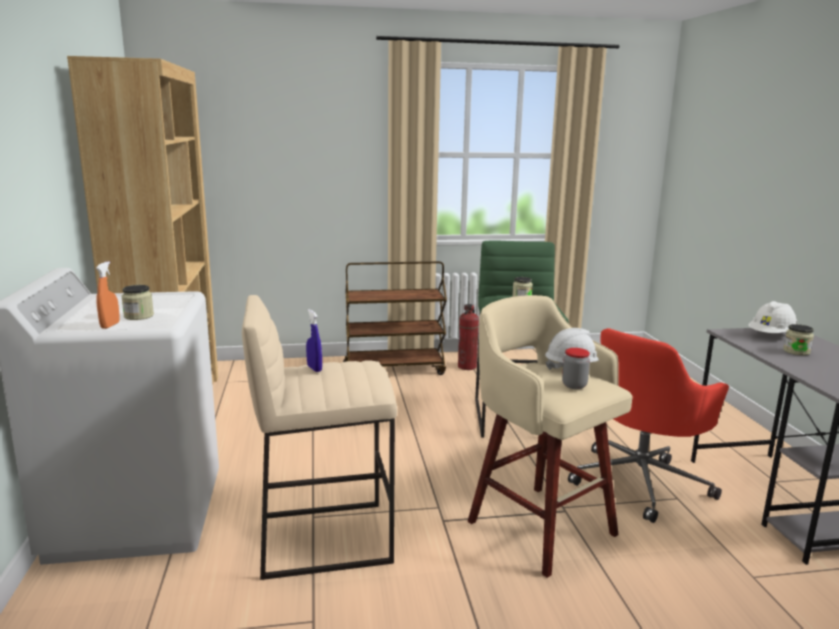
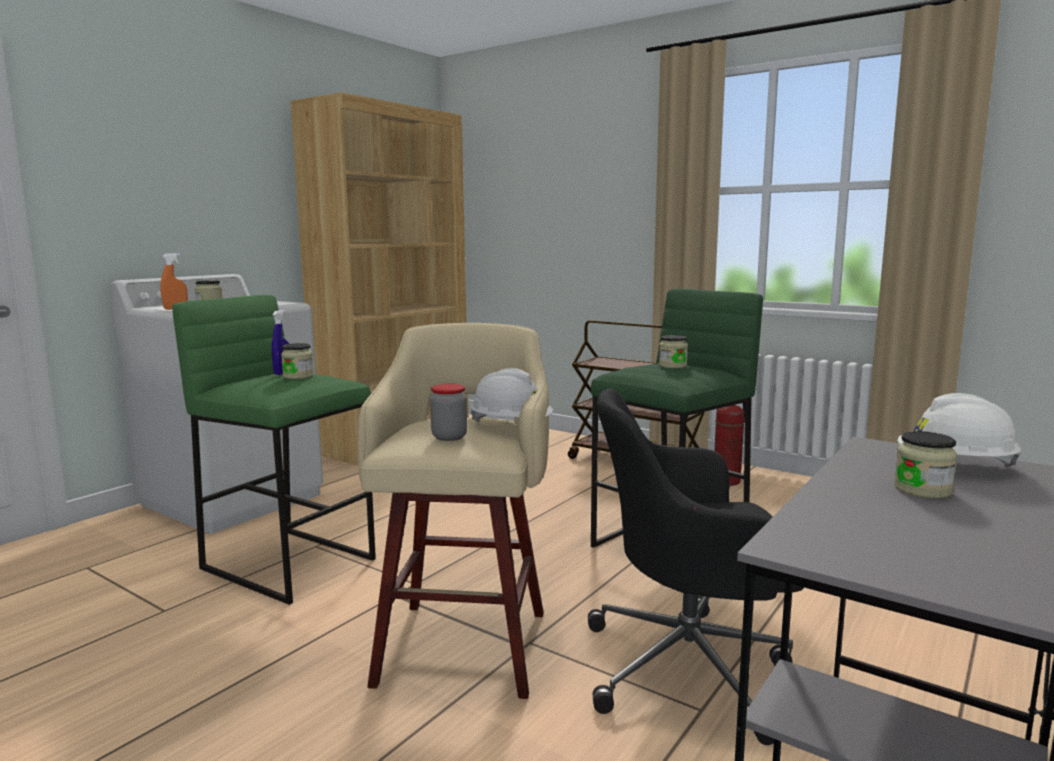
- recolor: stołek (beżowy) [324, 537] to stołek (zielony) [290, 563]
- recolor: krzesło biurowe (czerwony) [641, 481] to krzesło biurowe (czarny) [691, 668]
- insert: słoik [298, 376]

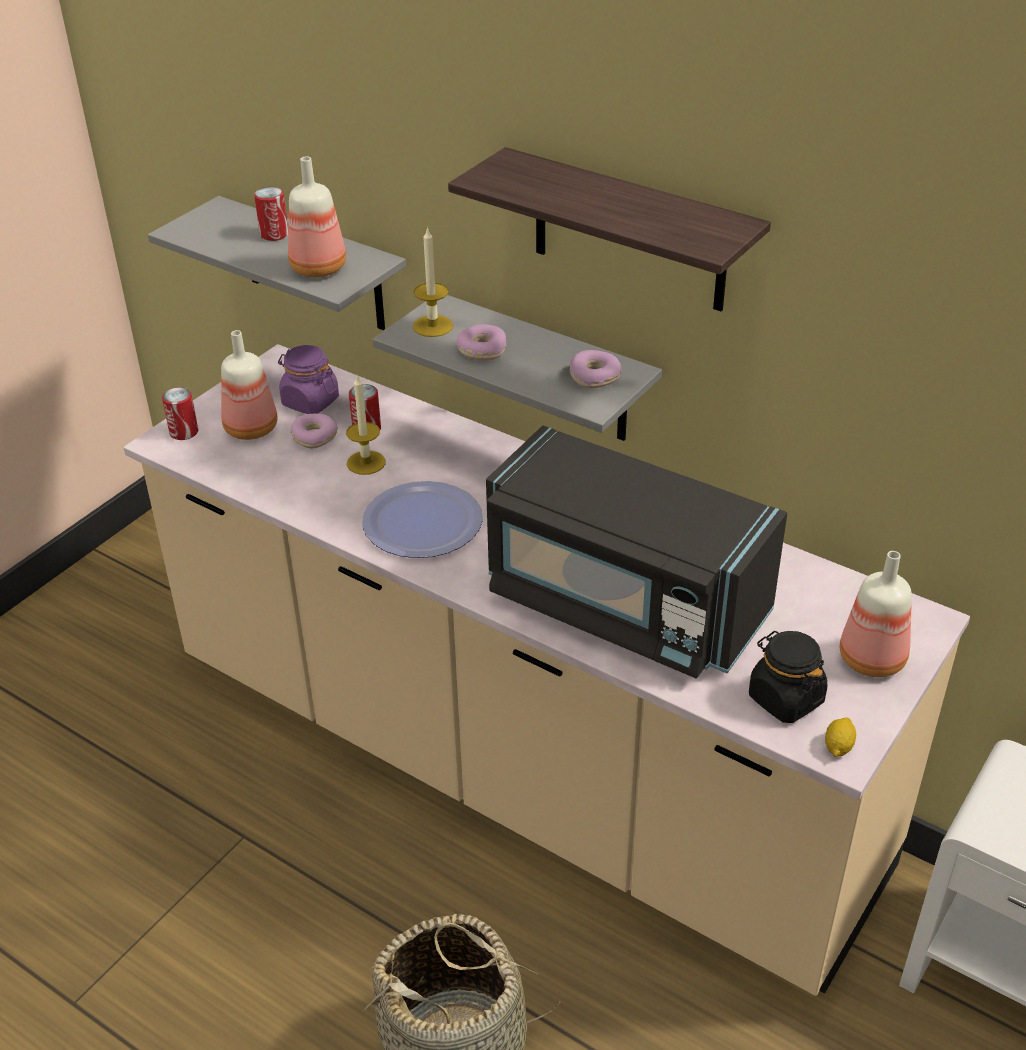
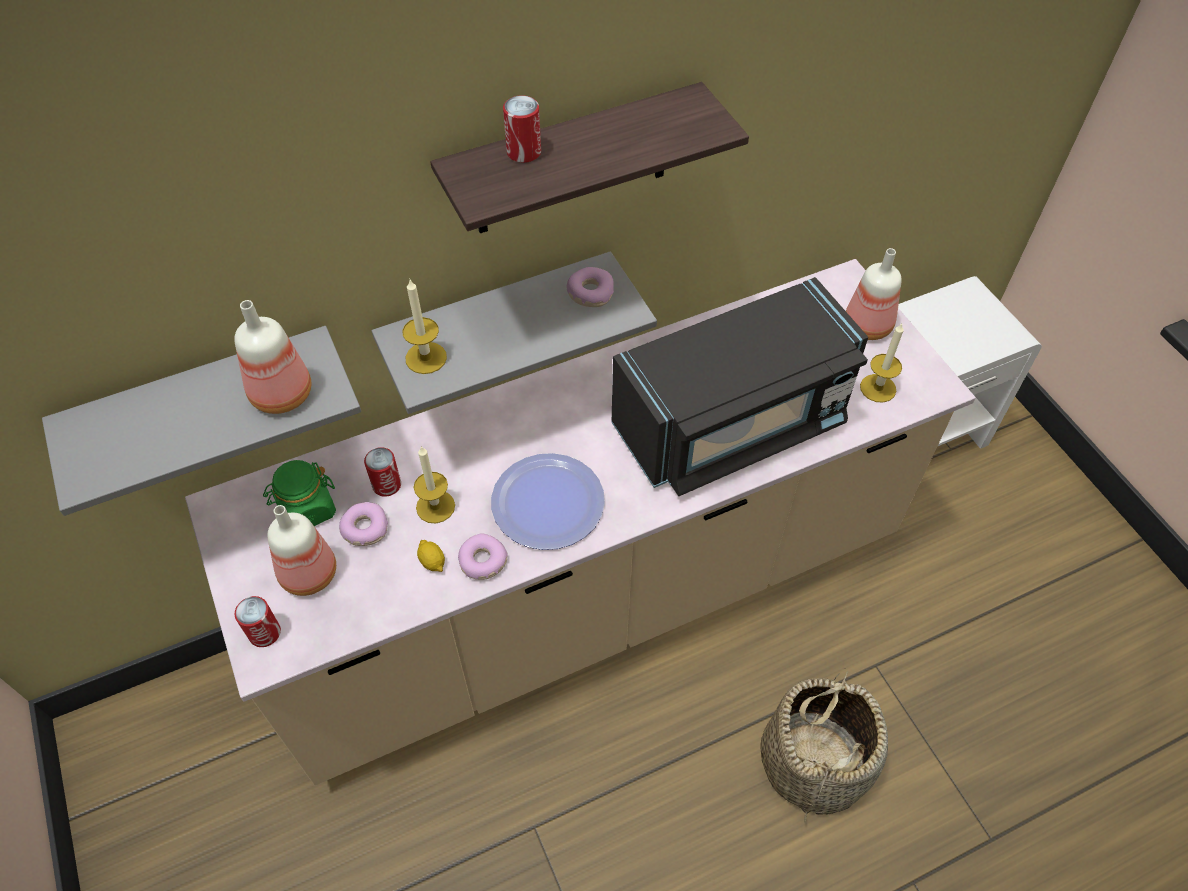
- move: puszka [274, 234] to [524, 152]
- recolor: słoik (fioletowy) [310, 401] to słoik (zielony) [307, 509]
- move: donut [481, 350] to [482, 561]
- replace: słoik (czarny) [785, 699] to świeca [878, 388]
- move: cytryna [838, 746] to [432, 562]

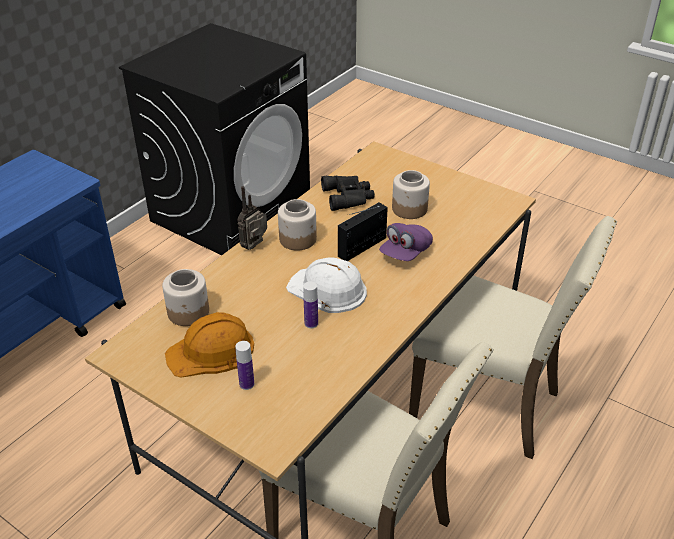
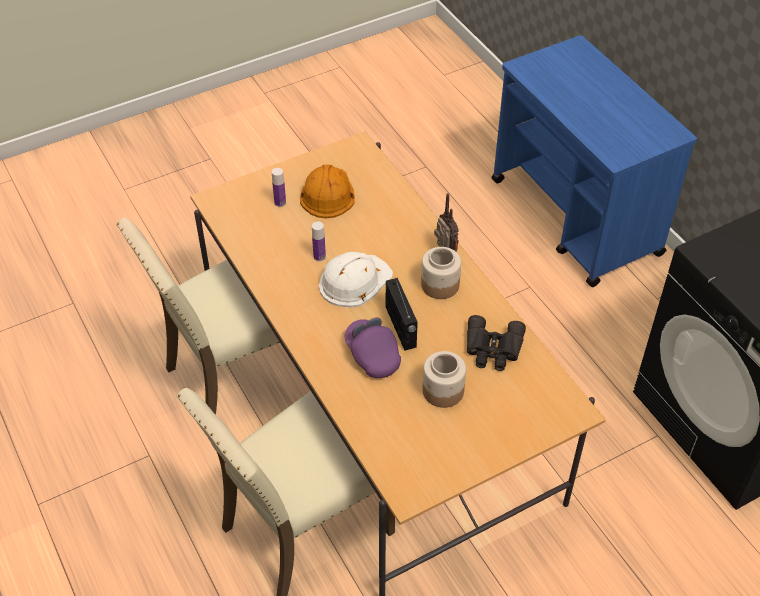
- delete: słoik [188, 312]

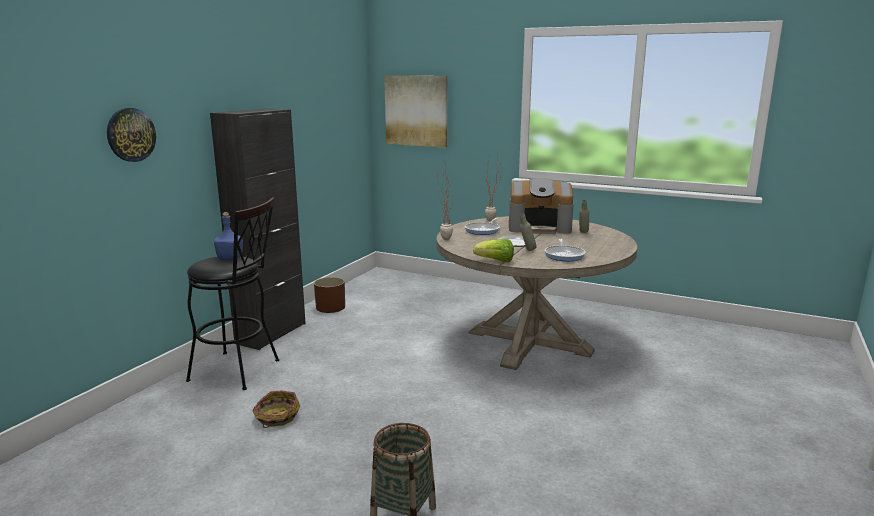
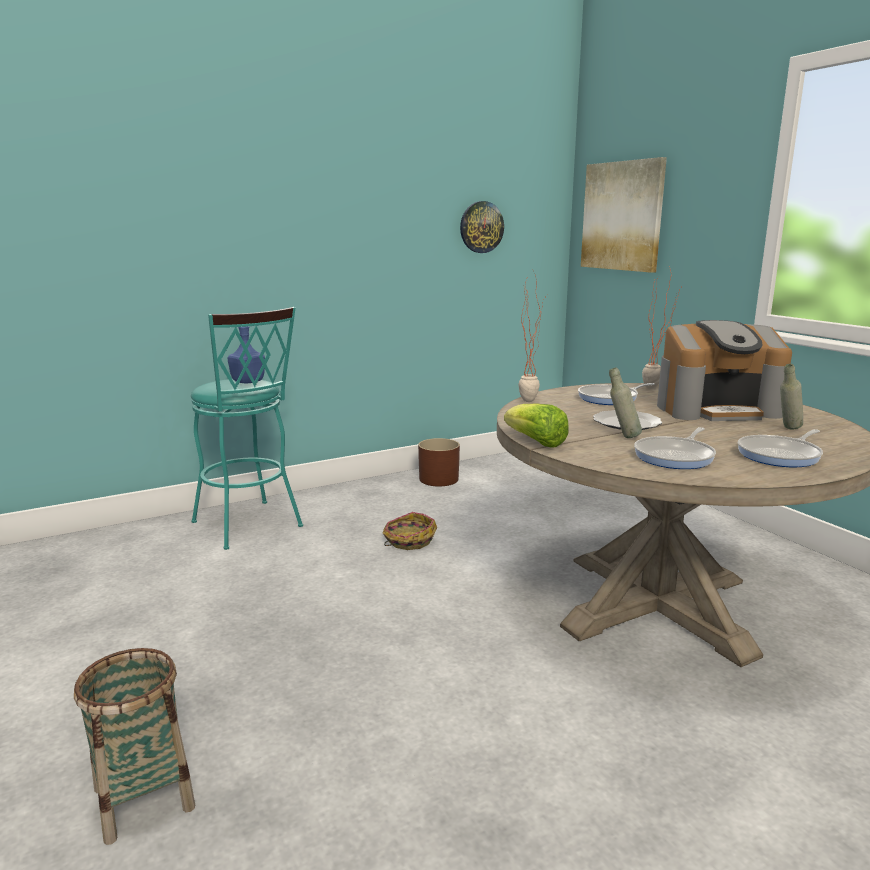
- move: zegar ścienny [131, 135] to [481, 227]
- recolor: stołek (czarny) [241, 371] to stołek (turkusowy) [251, 527]
- delete: szafka (czarny) [271, 333]
- move: koszyk [277, 417] to [408, 541]
- rotate: ekspres do kawy [539, 228] = [717, 409] 45 degrees counterclockwise
- insert: patelnia [781, 455]

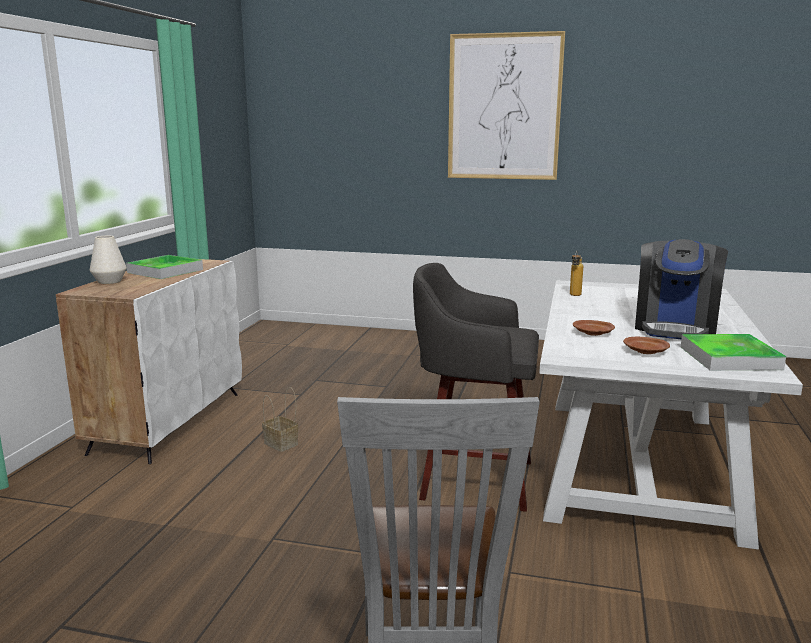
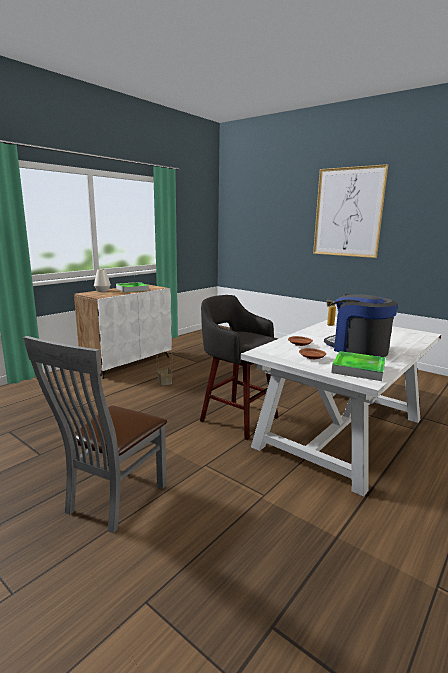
- rotate: ekspres do kawy [675, 327] = [357, 349] 90 degrees clockwise

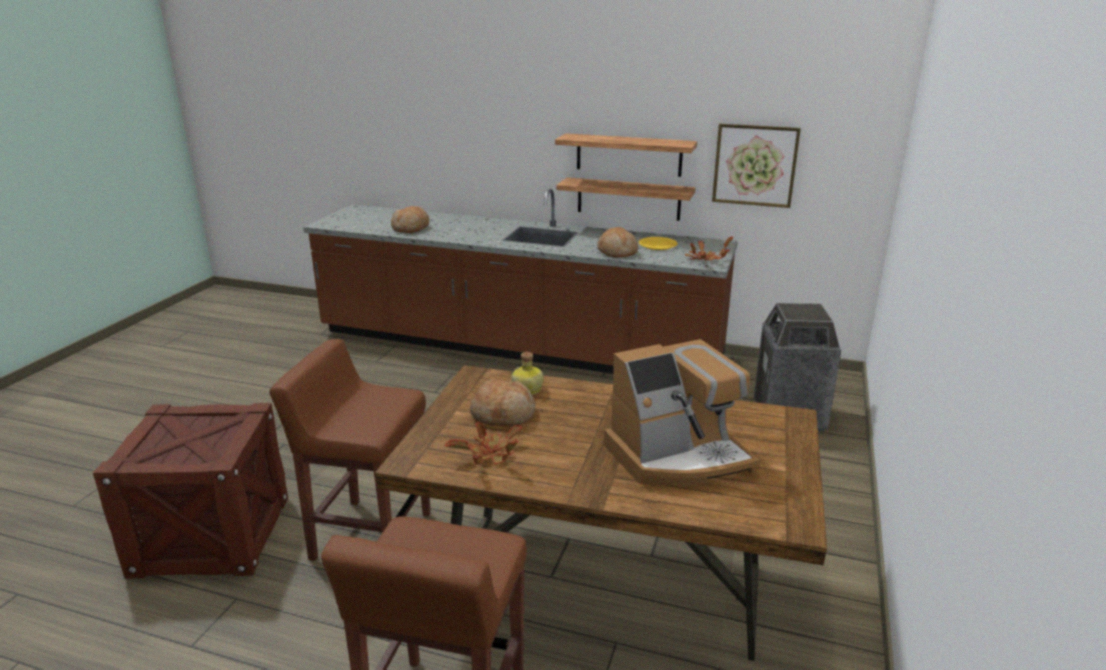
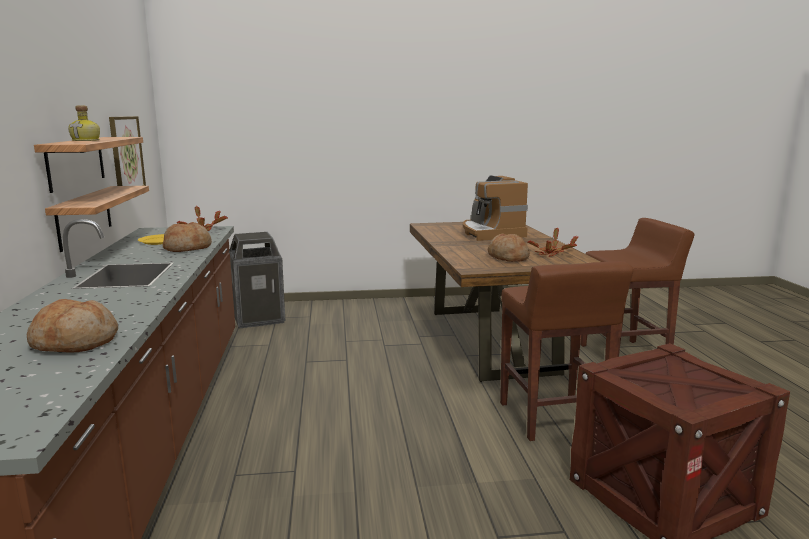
- move: butelka [527, 389] to [86, 140]
- rotate: ekspres do kawy [678, 457] = [490, 233] 150 degrees counterclockwise

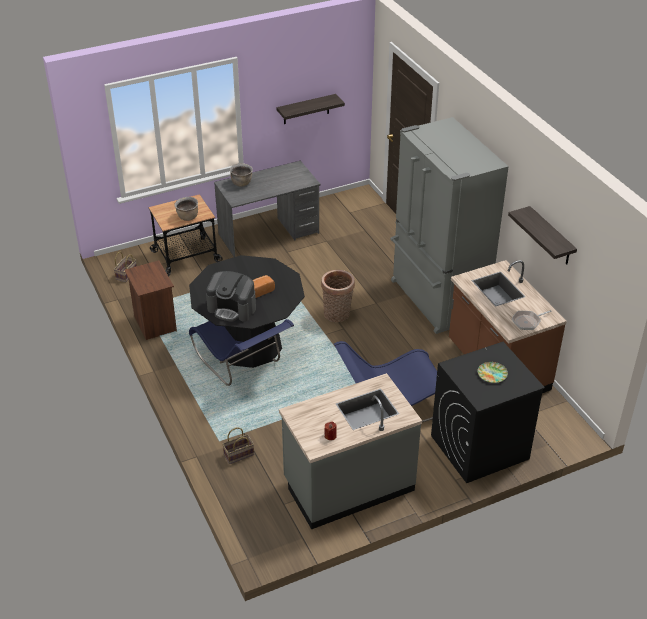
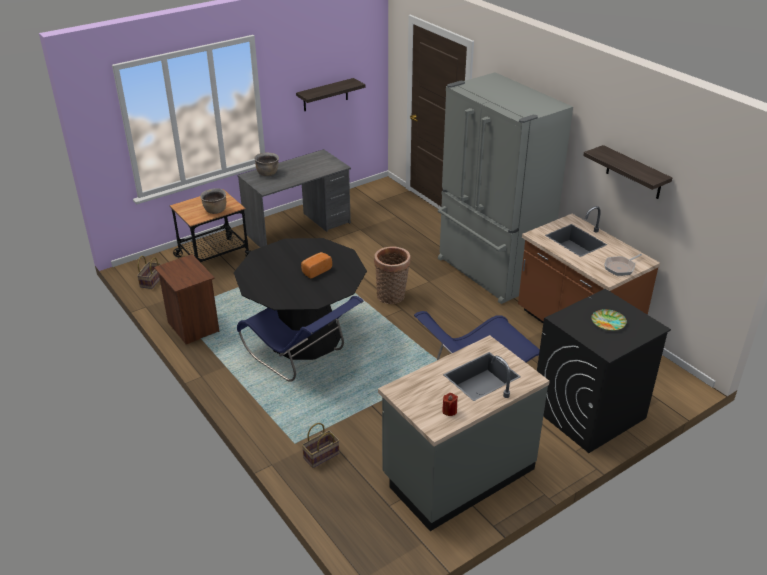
- delete: ekspres do kawy [232, 308]

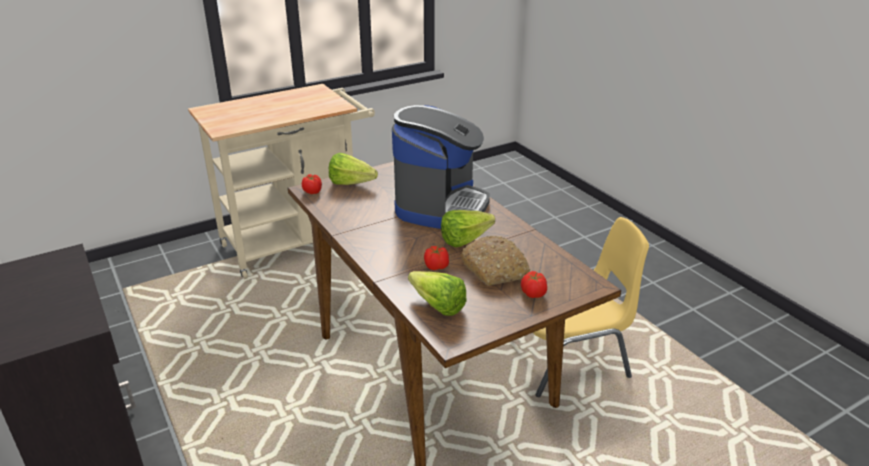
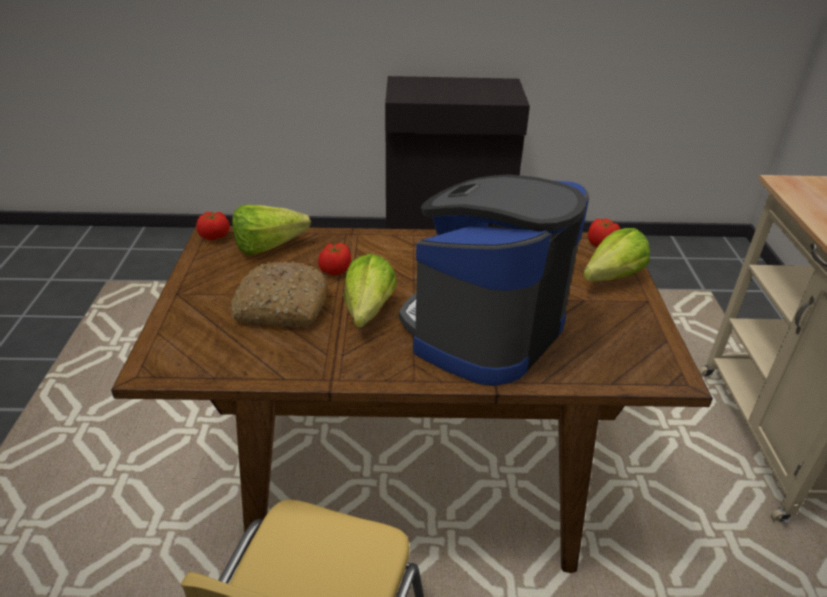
- rotate: ekspres do kawy [440, 205] = [483, 330] 75 degrees clockwise
- move: pomidor [533, 294] to [214, 236]

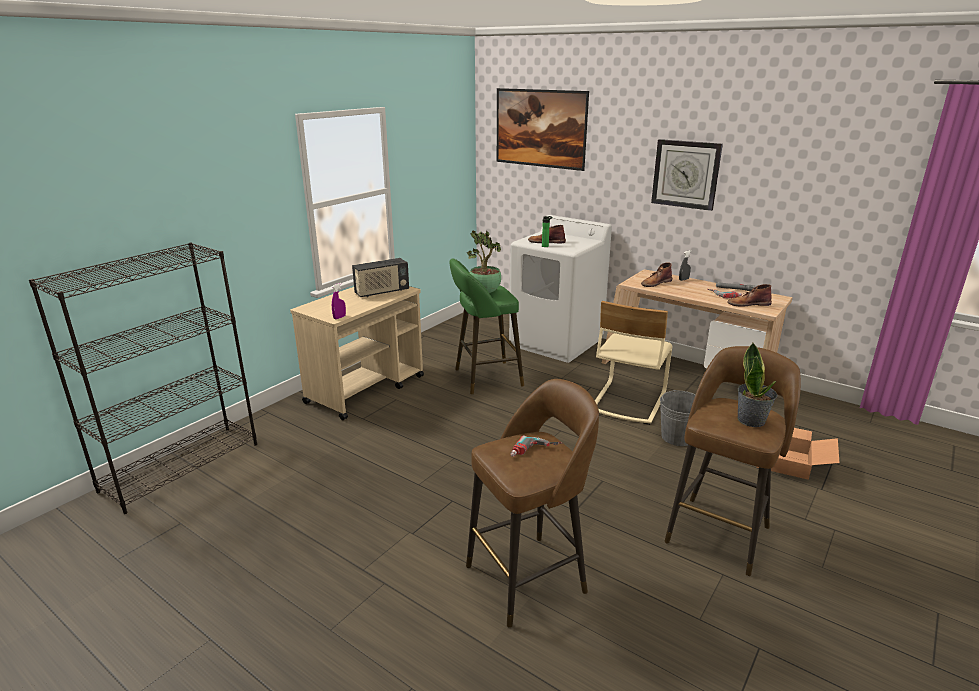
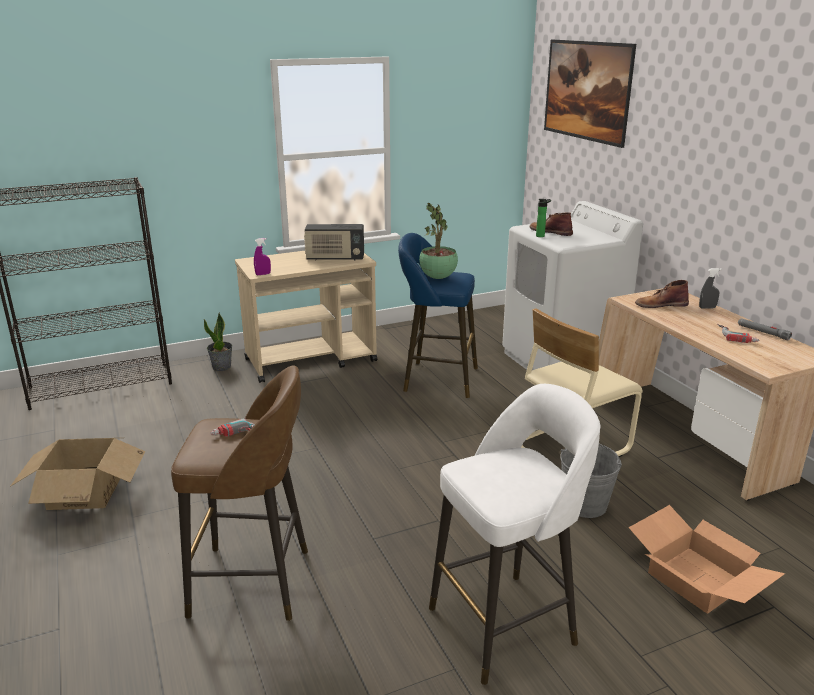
- recolor: stołek (zielony) [484, 378] to stołek (niebieski) [436, 379]
- delete: zegar ścienny [686, 174]
- recolor: stołek (brązowy) [719, 532] to stołek (biały) [506, 624]
- delete: but z cholewką (brązowy) [748, 304]
- move: roślina doniczkowa [751, 420] to [222, 367]
- insert: karton [86, 492]

